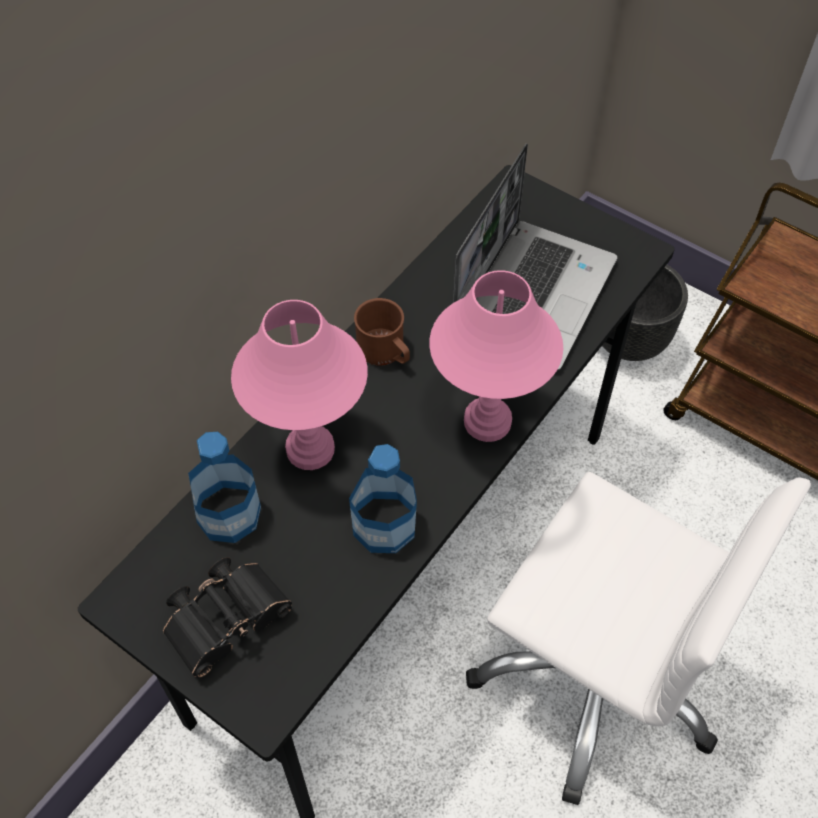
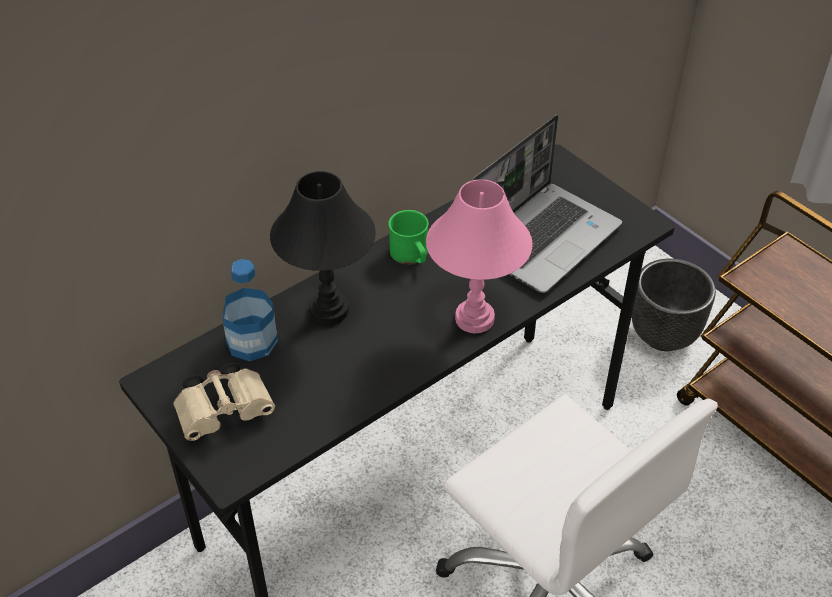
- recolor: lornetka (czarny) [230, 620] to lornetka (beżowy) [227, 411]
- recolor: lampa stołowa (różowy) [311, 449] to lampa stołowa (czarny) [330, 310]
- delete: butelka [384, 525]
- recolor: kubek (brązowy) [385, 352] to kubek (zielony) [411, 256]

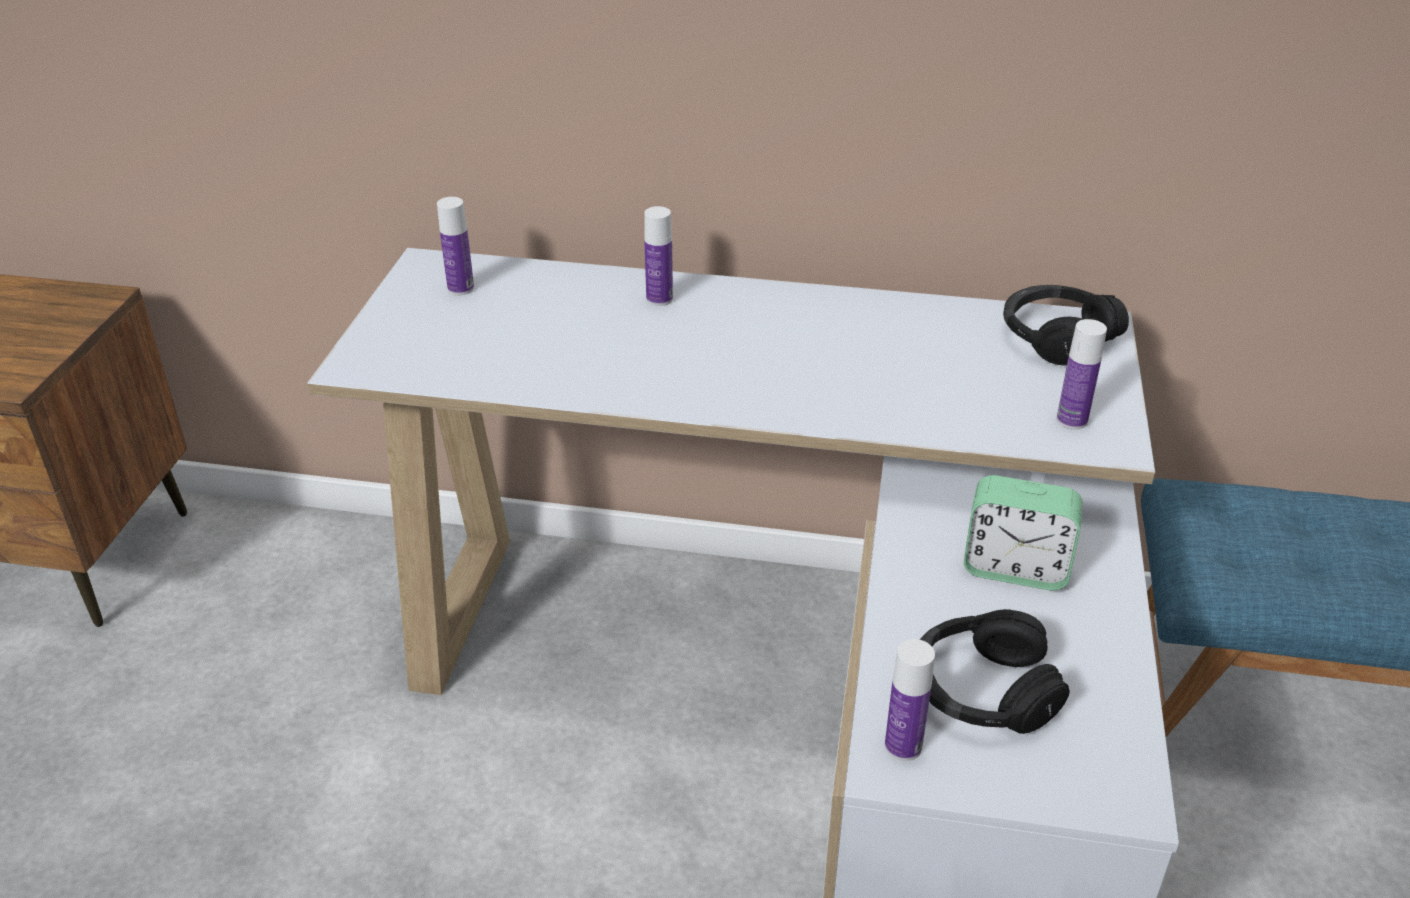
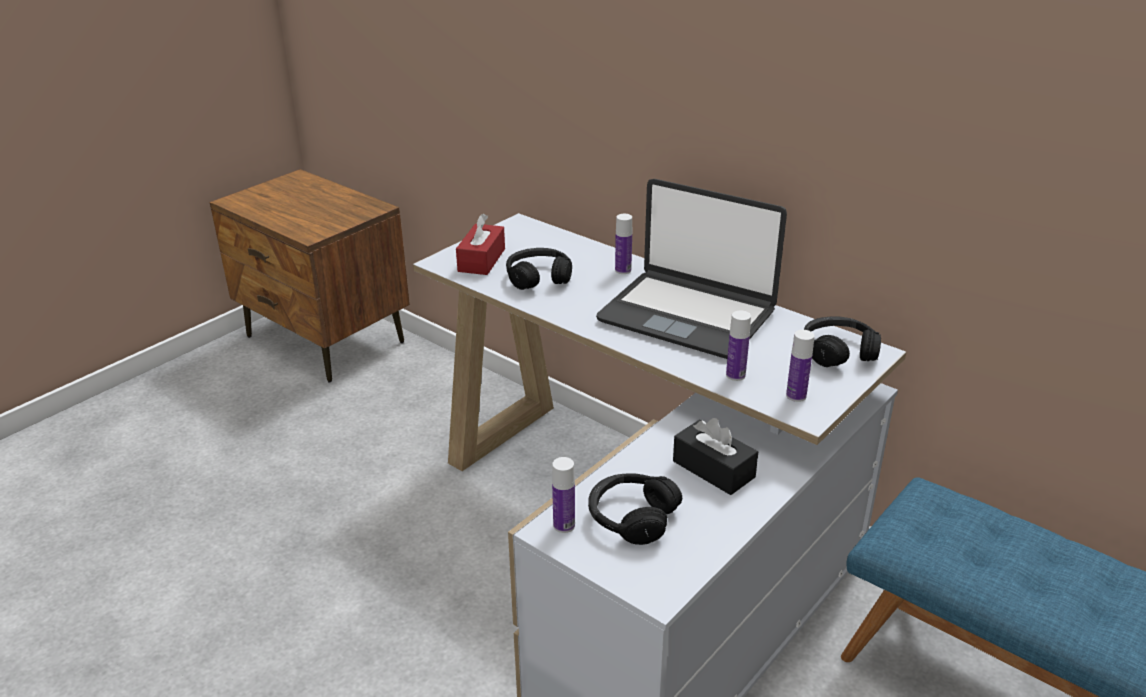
- move: butelka [461, 288] to [735, 375]
- replace: budzik [1015, 568] to pudełko chusteczek (czarny) [713, 469]
- insert: pudełko chusteczek (czerwony) [481, 260]
- insert: słuchawki (czarny) [538, 277]
- insert: laptop [687, 315]

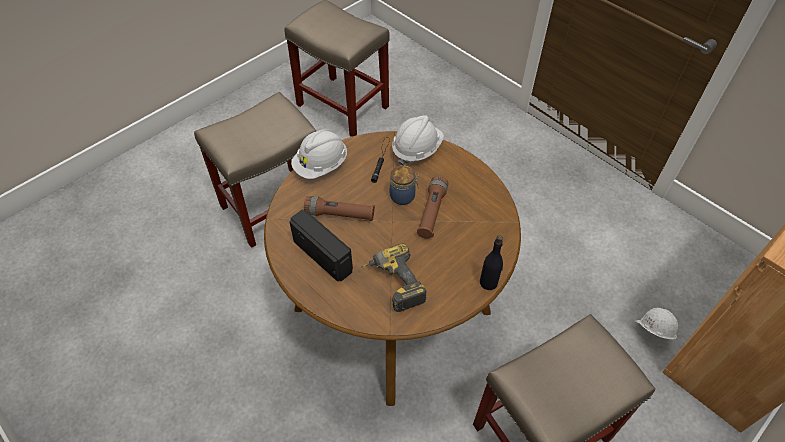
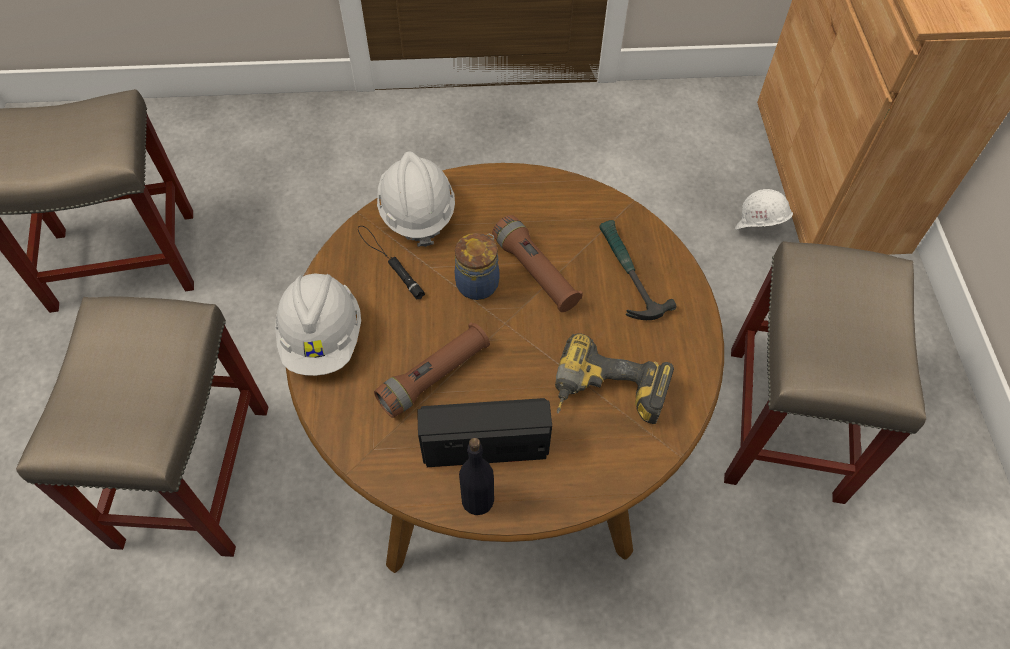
- move: butelka (czarny) [489, 282] to [478, 499]
- insert: młotek [627, 274]

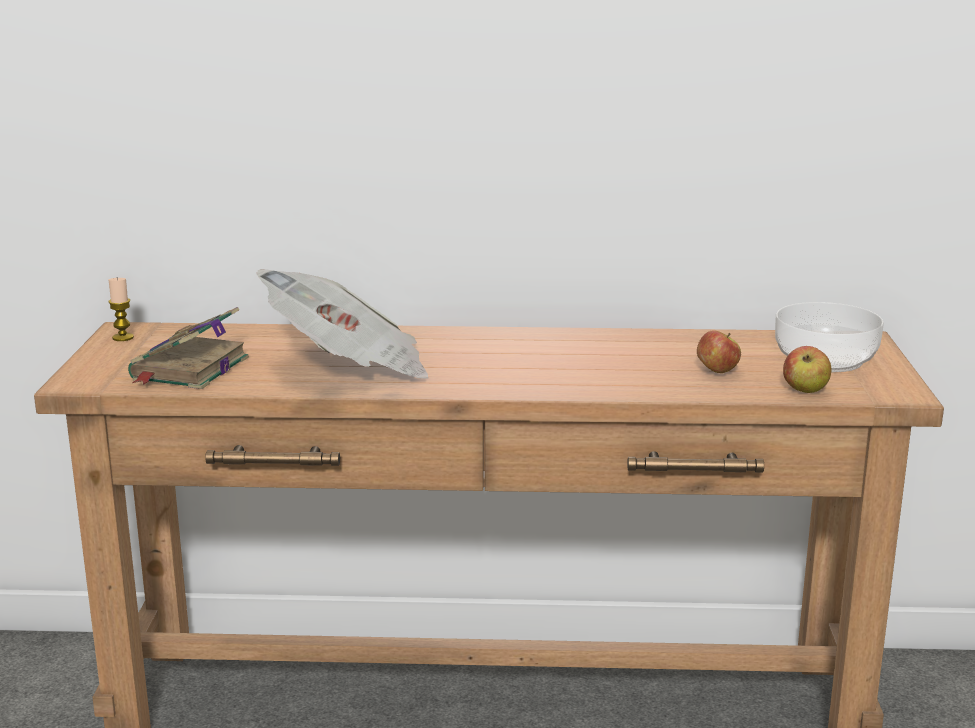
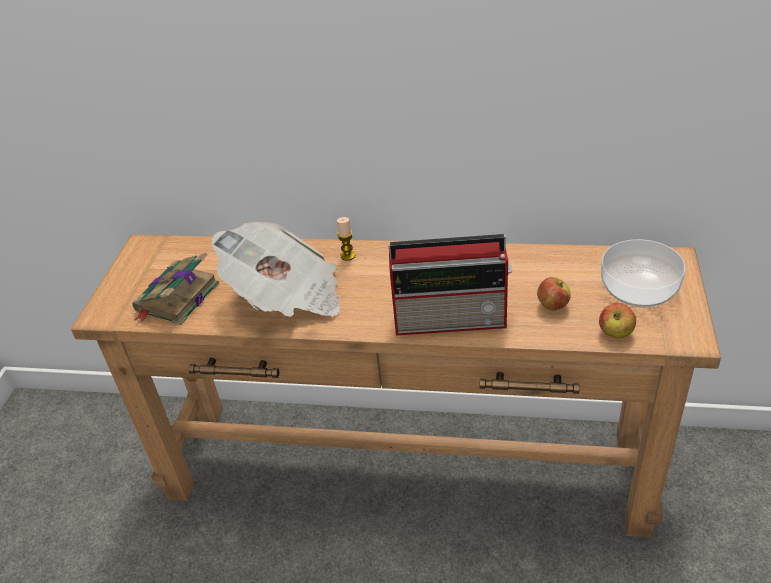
- move: świeca [123, 338] to [348, 256]
- insert: radio [452, 319]

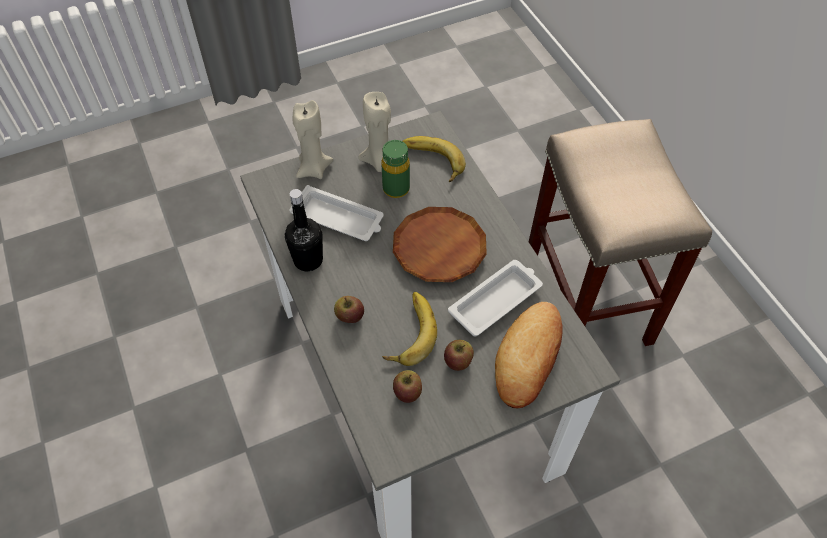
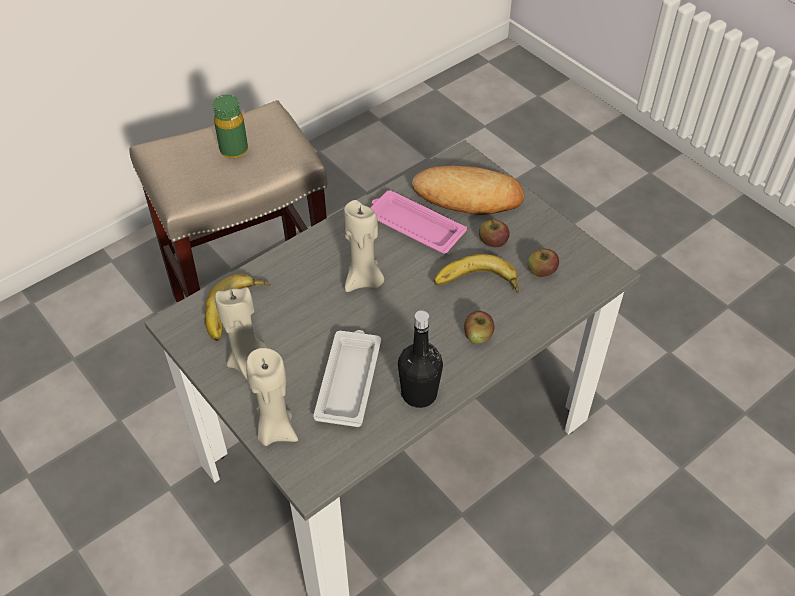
- move: butelka (zielony) [396, 189] to [234, 150]
- replace: talerz (brązowy) [439, 248] to świeca (beżowy) [364, 280]
- recolor: taca (biały) [496, 300] to taca (różowy) [413, 226]

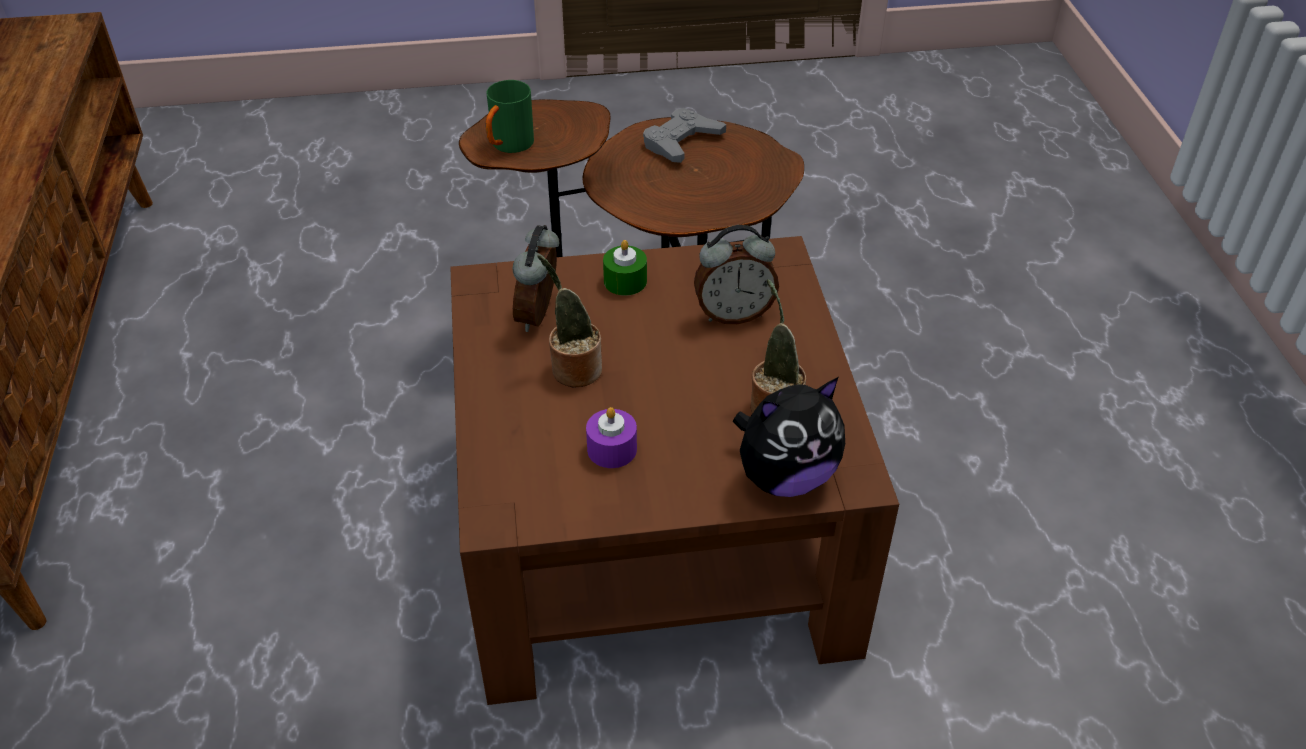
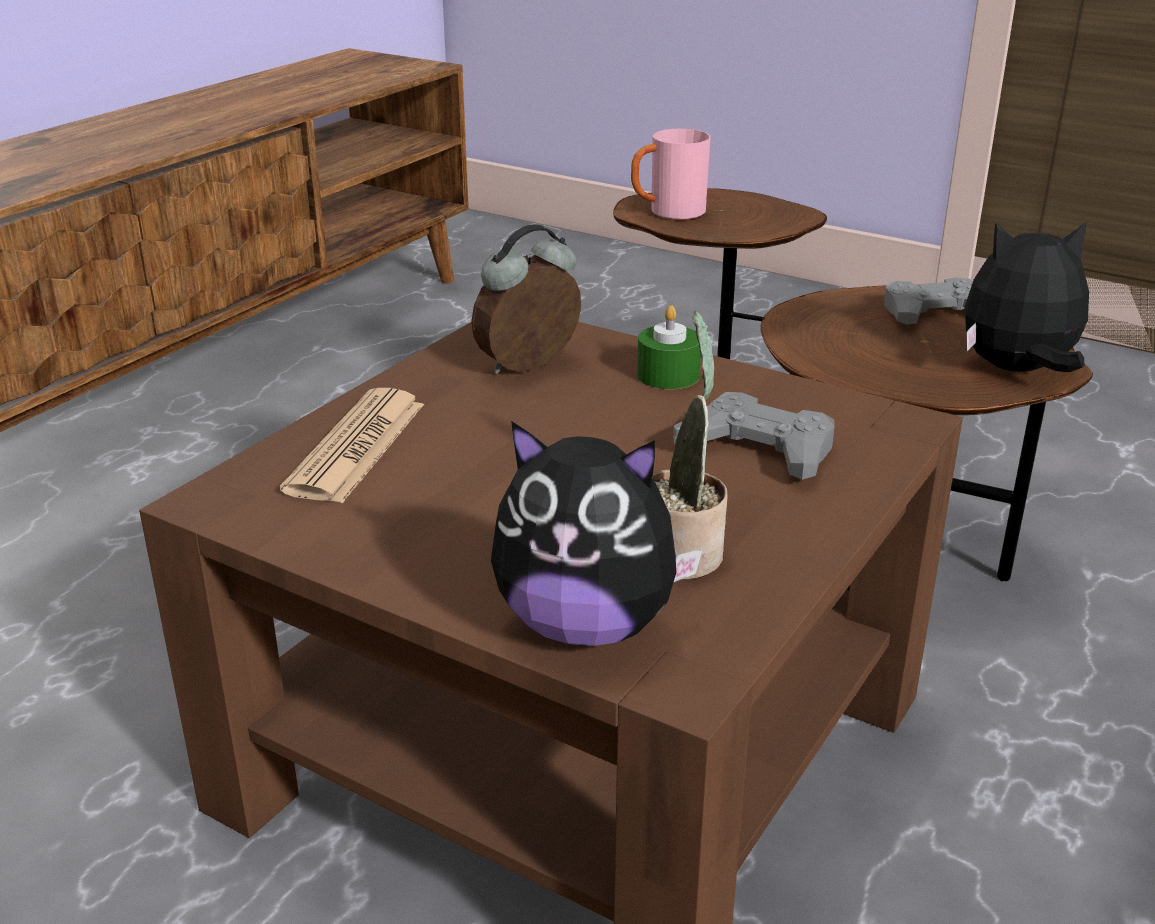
- recolor: kubek (zielony) [508, 146] to kubek (różowy) [667, 213]
- delete: roślina doniczkowa [573, 368]
- delete: świeca (fioletowy) [612, 449]
- replace: budzik [733, 314] to pad do gier (szary) [758, 449]
- insert: gazeta [357, 447]
- insert: pluszak [1017, 371]

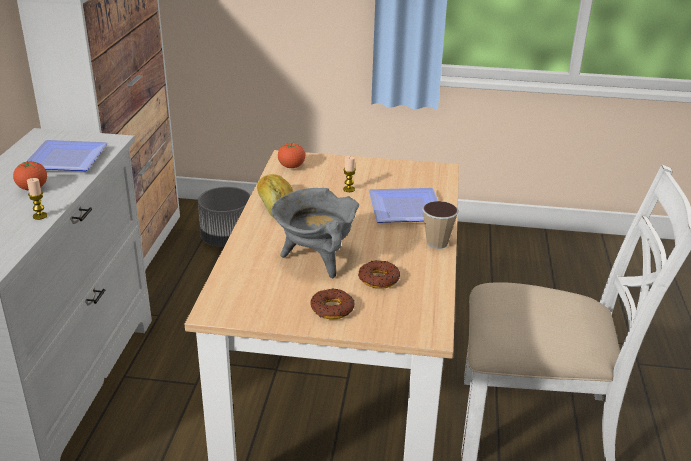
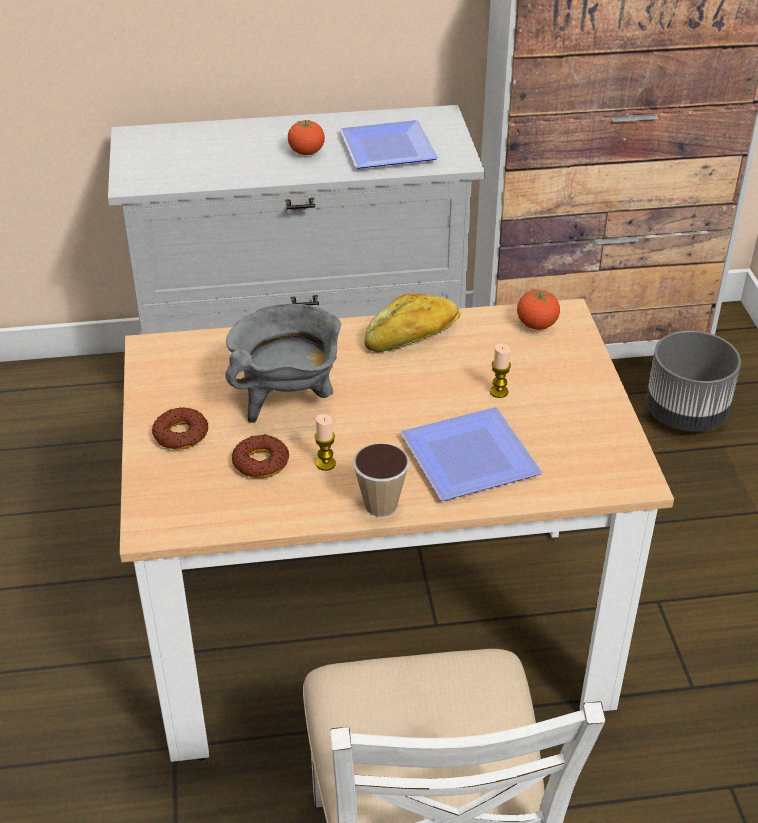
- move: świeca [40, 216] to [325, 463]

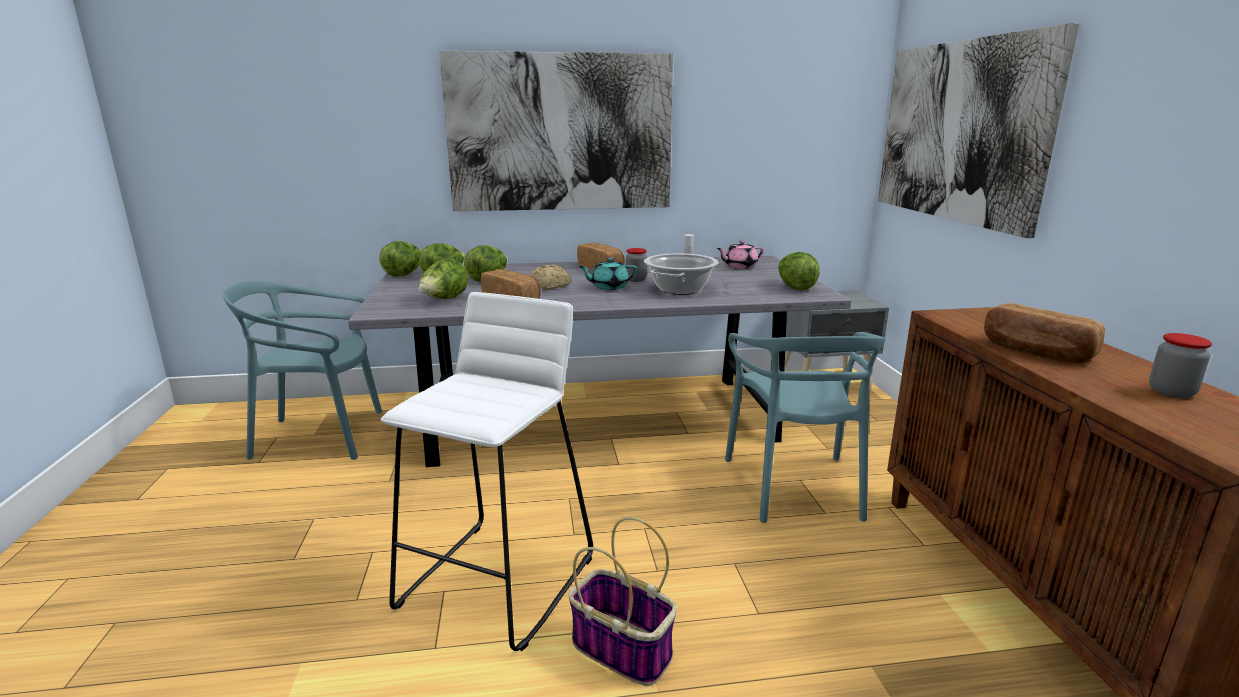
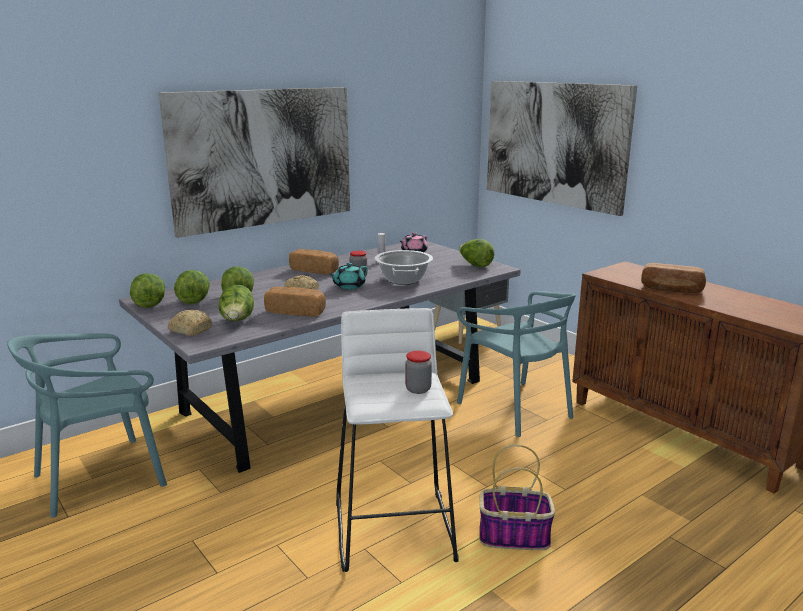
- move: słoik [1171, 392] to [418, 389]
- insert: chleb [190, 330]

